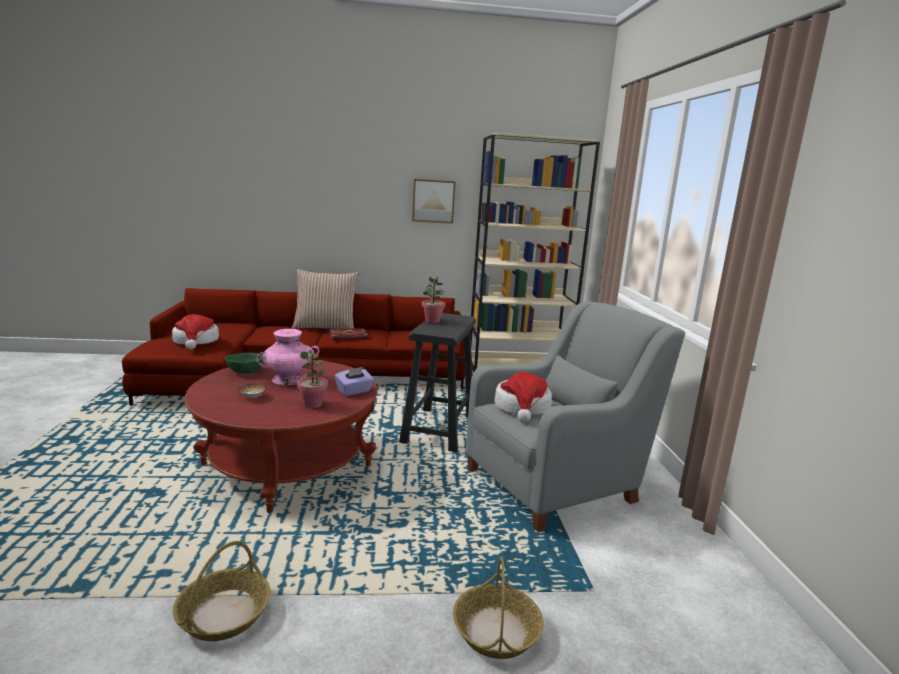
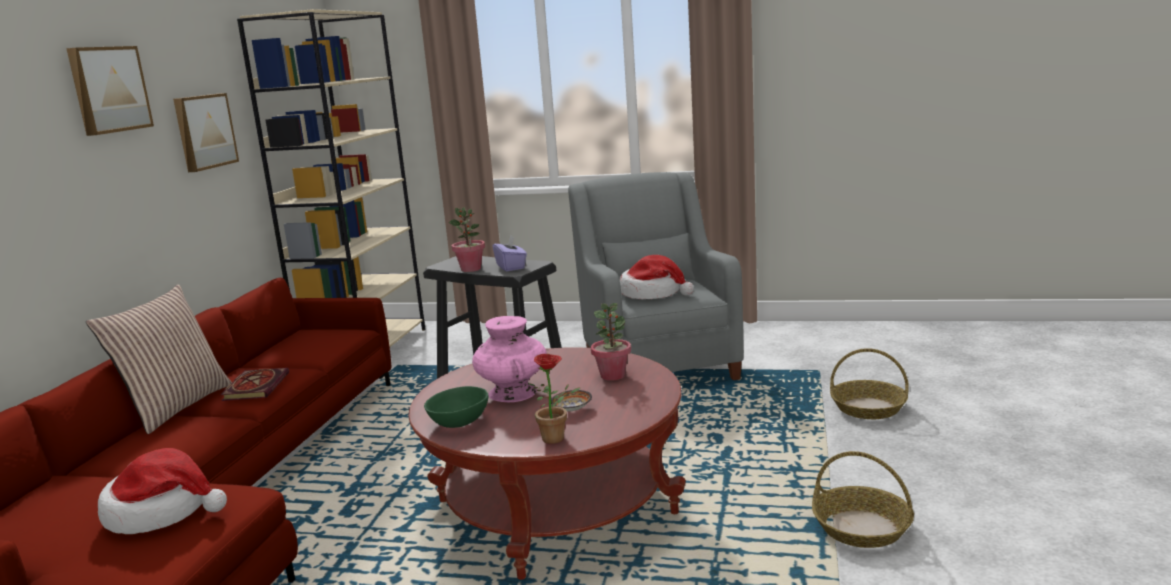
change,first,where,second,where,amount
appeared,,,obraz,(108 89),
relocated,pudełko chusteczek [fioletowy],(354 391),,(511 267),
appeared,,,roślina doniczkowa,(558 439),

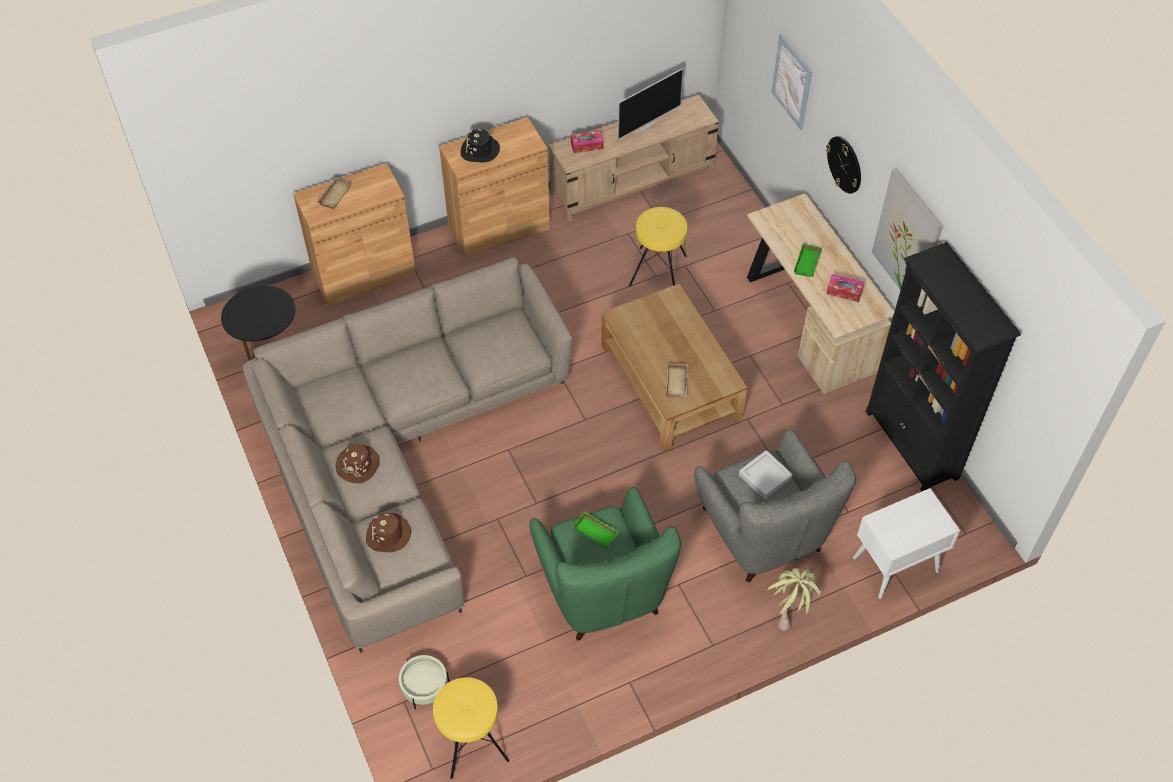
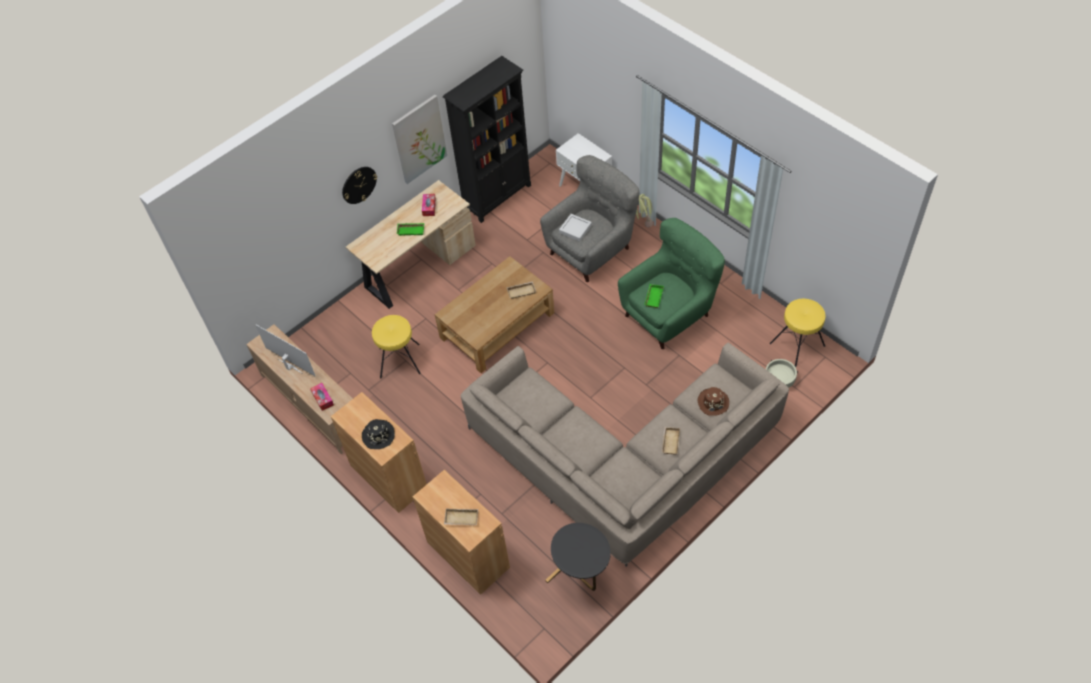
change,first,where,second,where,amount
exchanged,kapelusz [brązowy],(358 465),taca [beżowy],(670 441),
missing,obraz,(792 82),,,

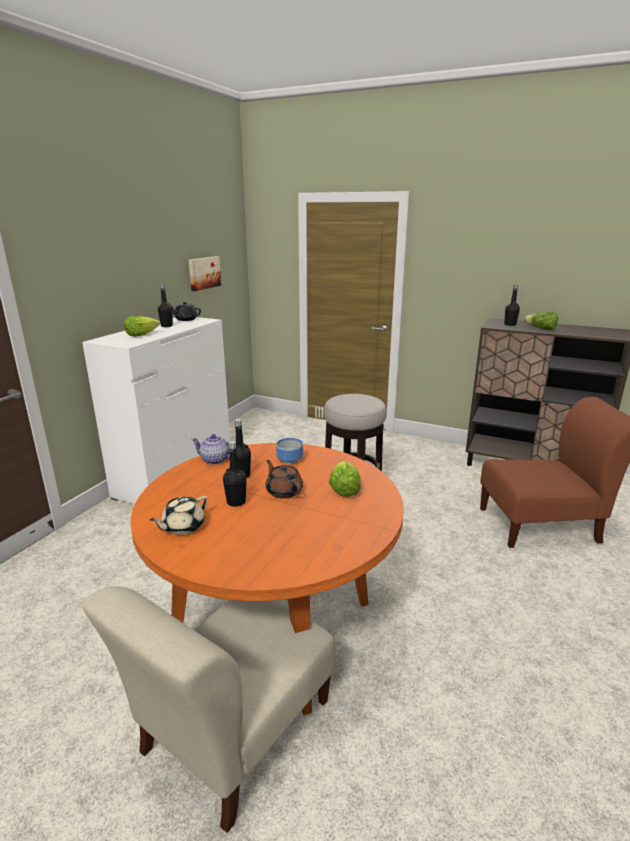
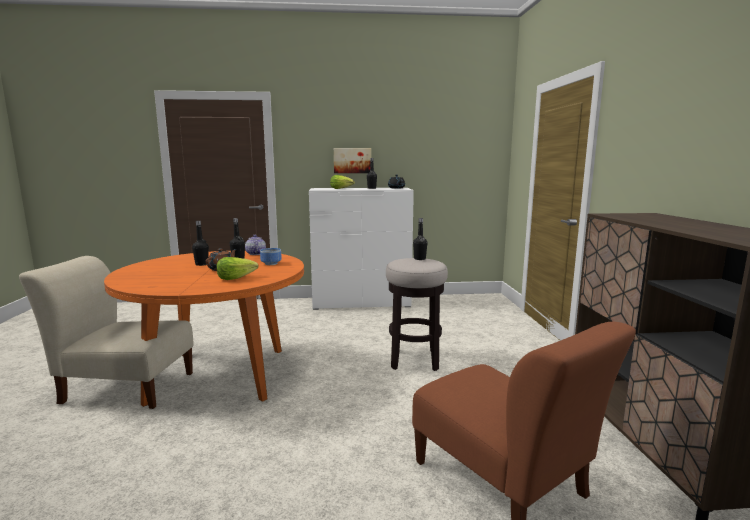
change,first,where,second,where,amount
relocated,obraz,(203 273),,(352 160),
relocated,butelka [czarny],(510 325),,(419 259),
missing,imbryk [beżowy],(183 527),,,
missing,sałata,(541 329),,,

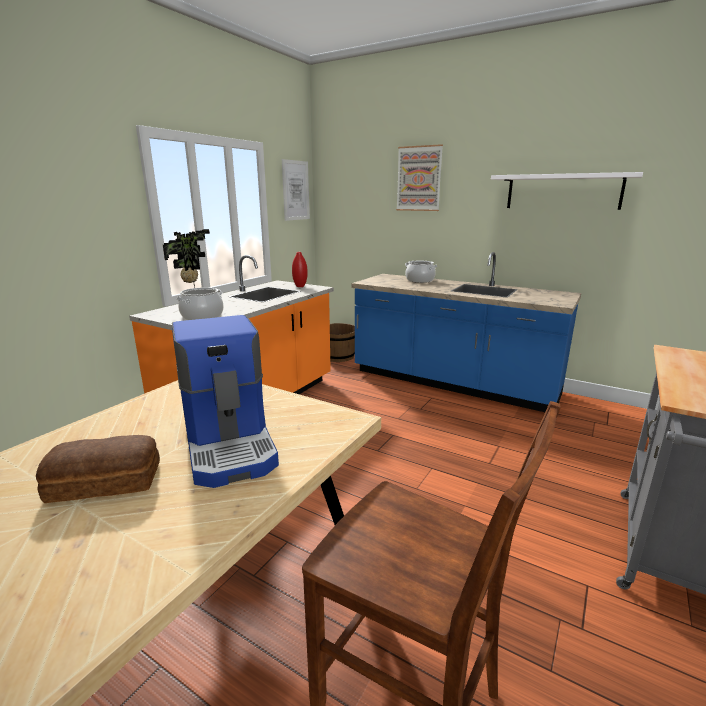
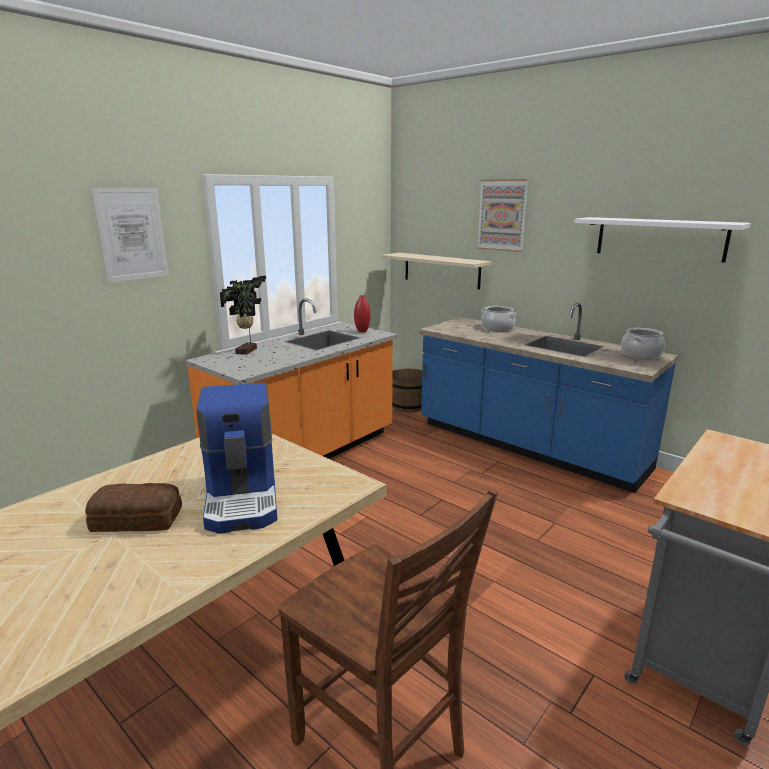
change,first,where,second,where,amount
relocated,obraz,(295 190),,(132 234),
appeared,,,półka [beżowy],(441 270),
relocated,garnek,(202 316),,(640 355),

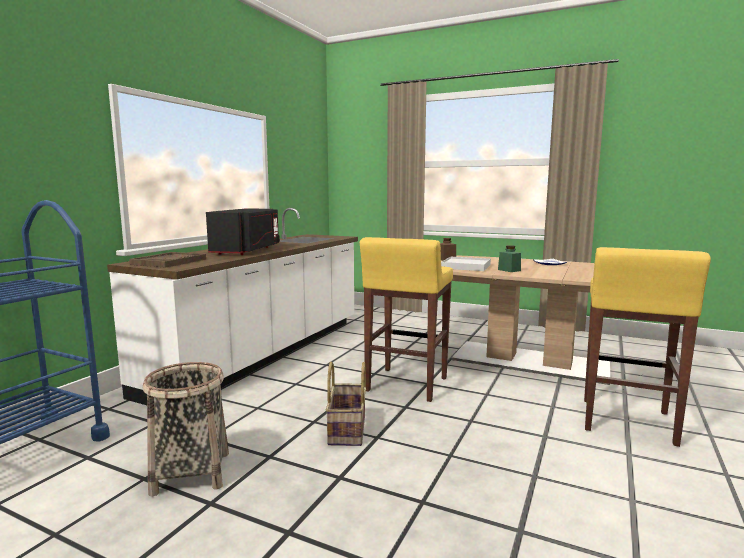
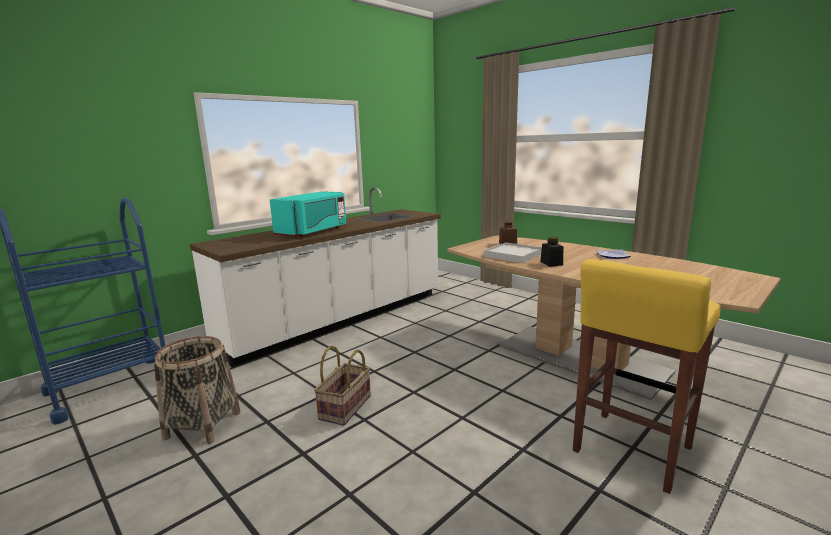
change,first,where,second,where,amount
colour,mikrofalówka [czarny],(247 251),mikrofalówka [turkusowy],(313 231),
colour,słoik [zielony],(509 270),słoik [czarny],(551 263),
missing,taca [brązowy],(169 261),,,
missing,stołek [żółty],(406 385),,,

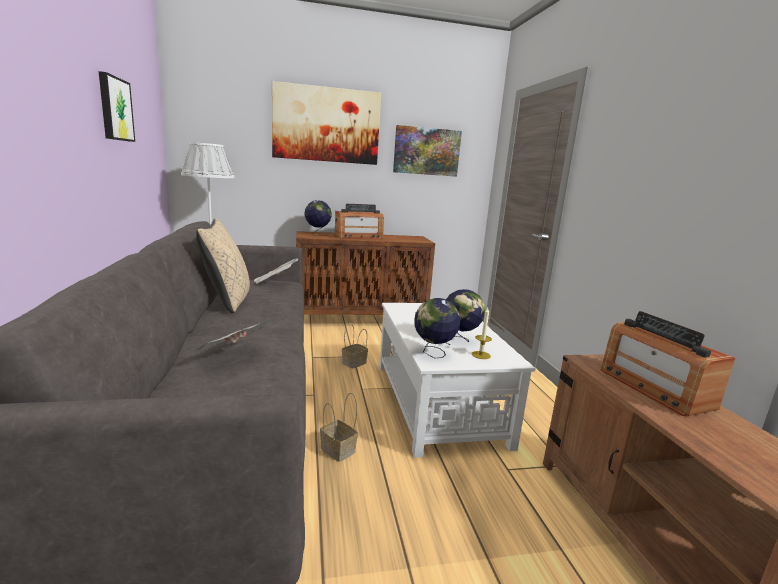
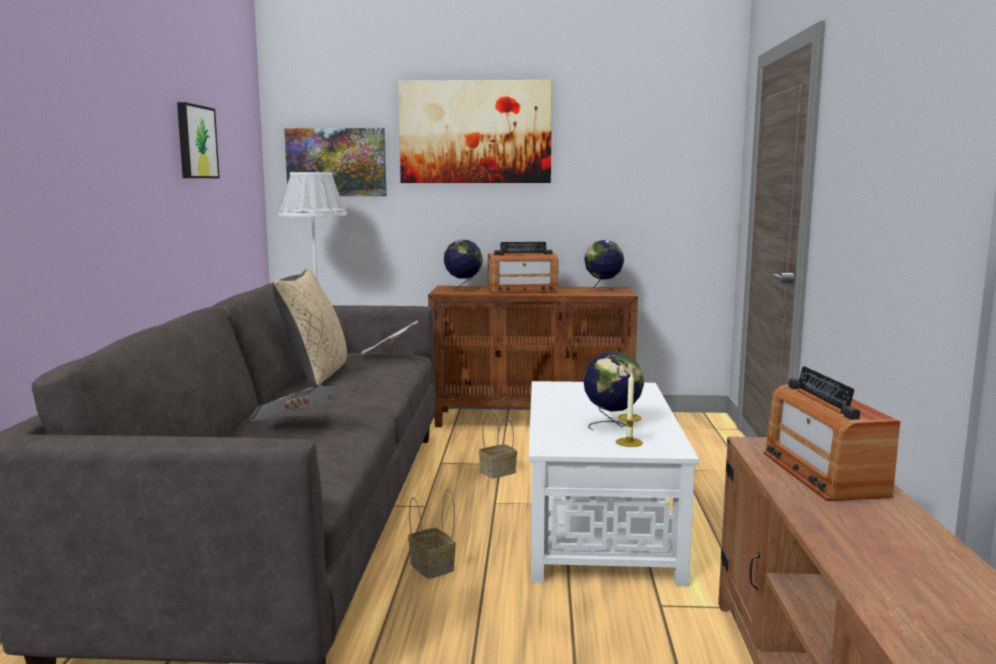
change,first,where,second,where,amount
relocated,obraz,(426 151),,(336 162),
relocated,globus,(433 354),,(603 290),

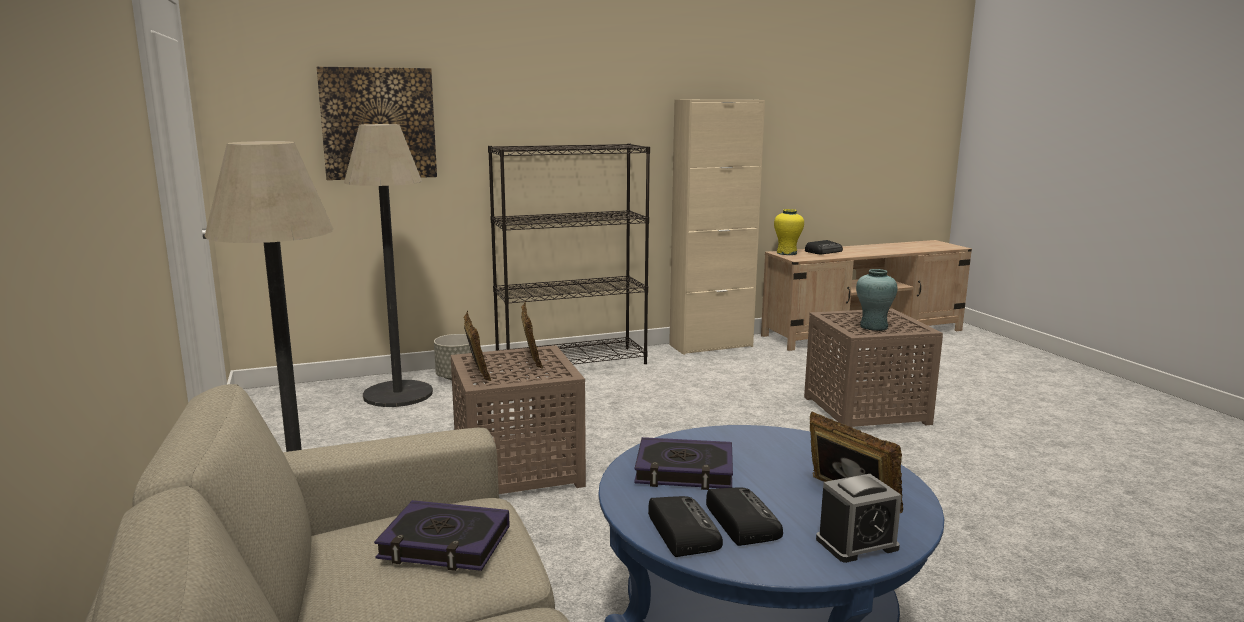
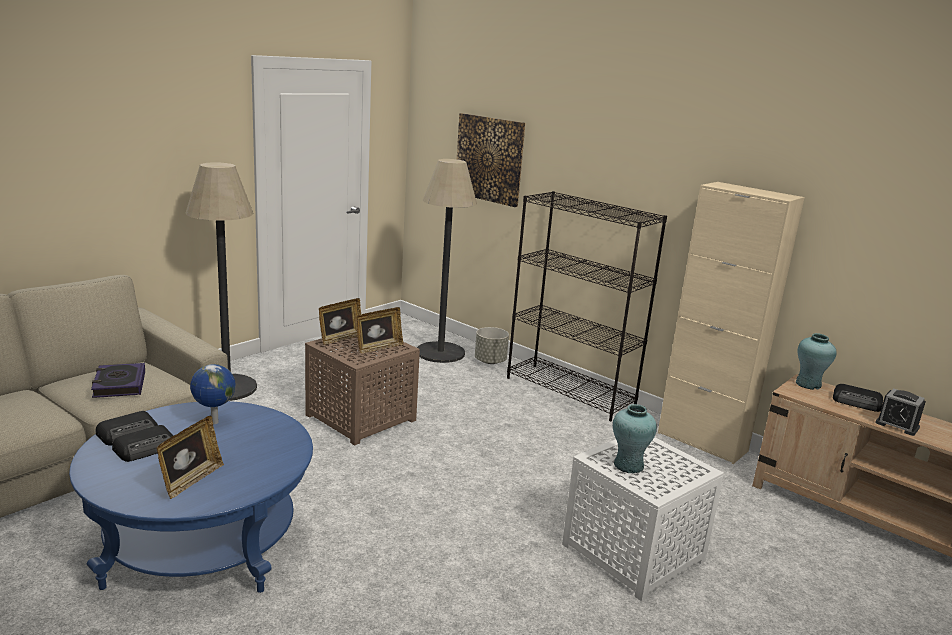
change,first,where,second,where,amount
exchanged,książka,(684 471),globus,(214 422),
colour,stolik [brązowy],(866 409),stolik [biały],(635 552),
colour,wazon [żółty],(786 253),wazon [turkusowy],(808 384),
relocated,budzik,(857 544),,(897 425),

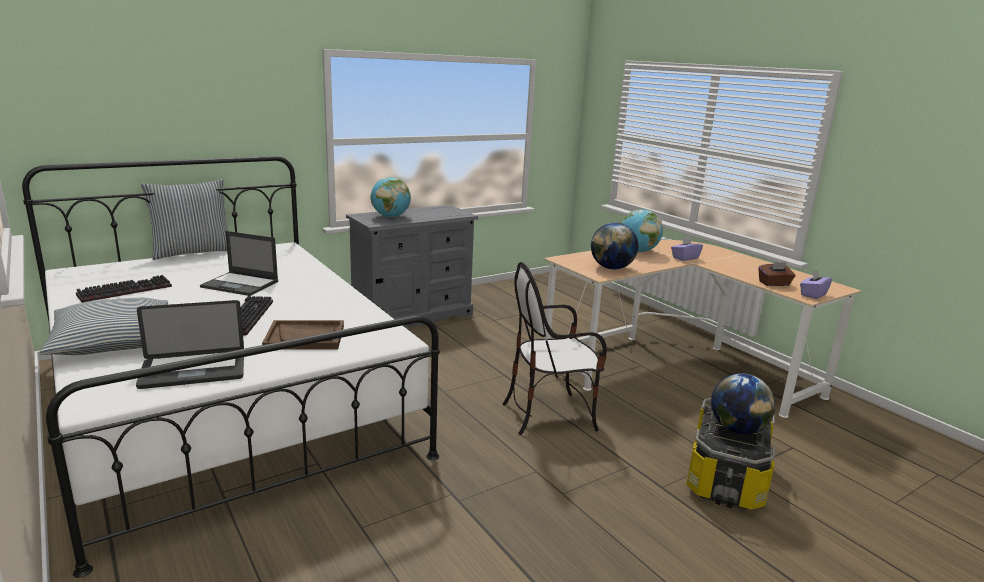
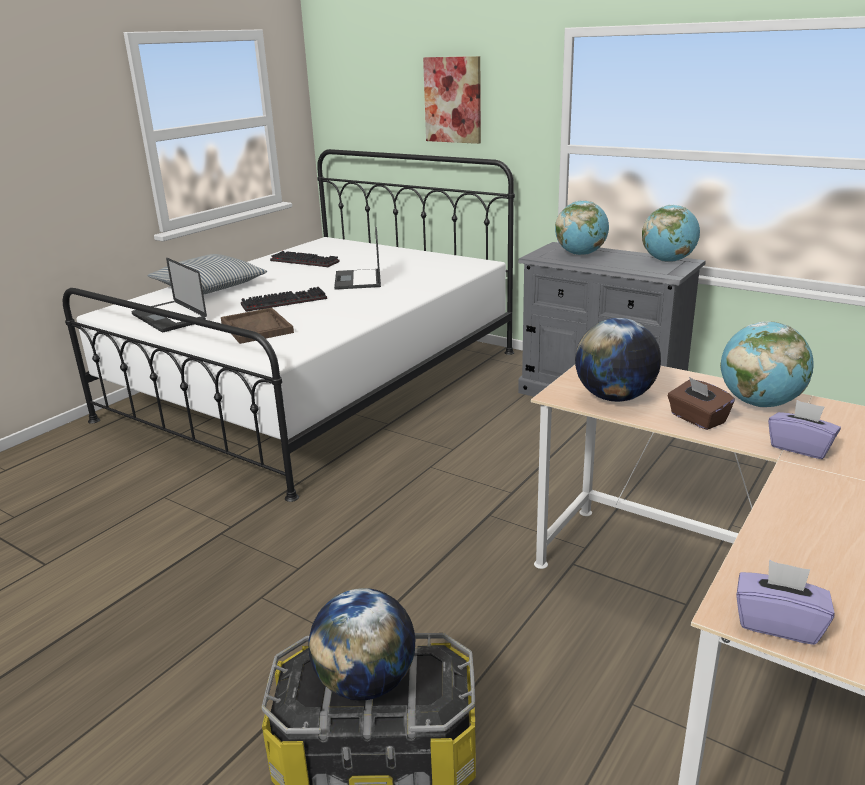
change,first,where,second,where,amount
appeared,,,obraz,(453 100),
appeared,,,globus,(668 261),
relocated,pudełko chusteczek [brązowy],(774 284),,(697 419),
missing,poduszka,(192 252),,,
missing,krzesło,(549 414),,,

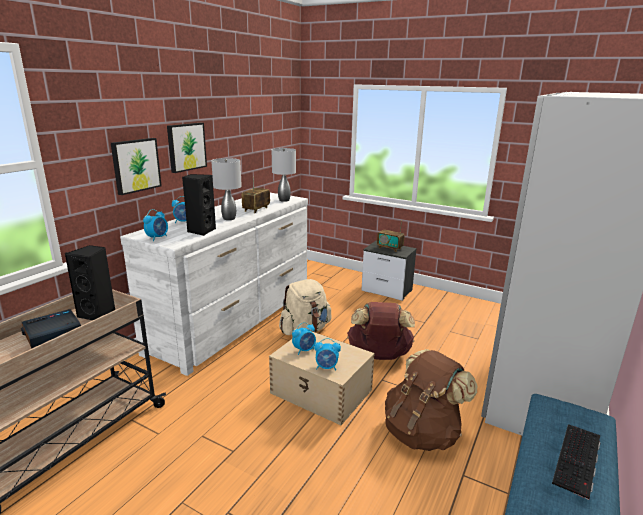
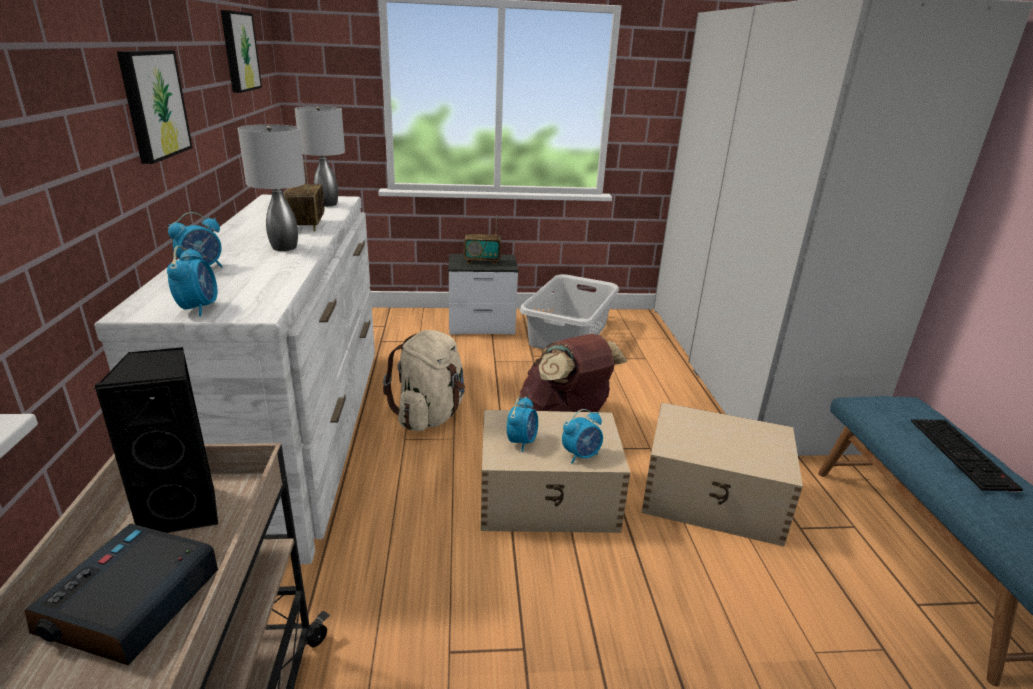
change,first,where,second,where,amount
relocated,obraz,(135 165),,(238 51),
appeared,,,kosz na pranie [szary],(569 334),
exchanged,plecak [brązowy],(422 433),pojemnik do przechowywania [beżowy],(713 497),
missing,głośnik [czarny],(201 231),,,

